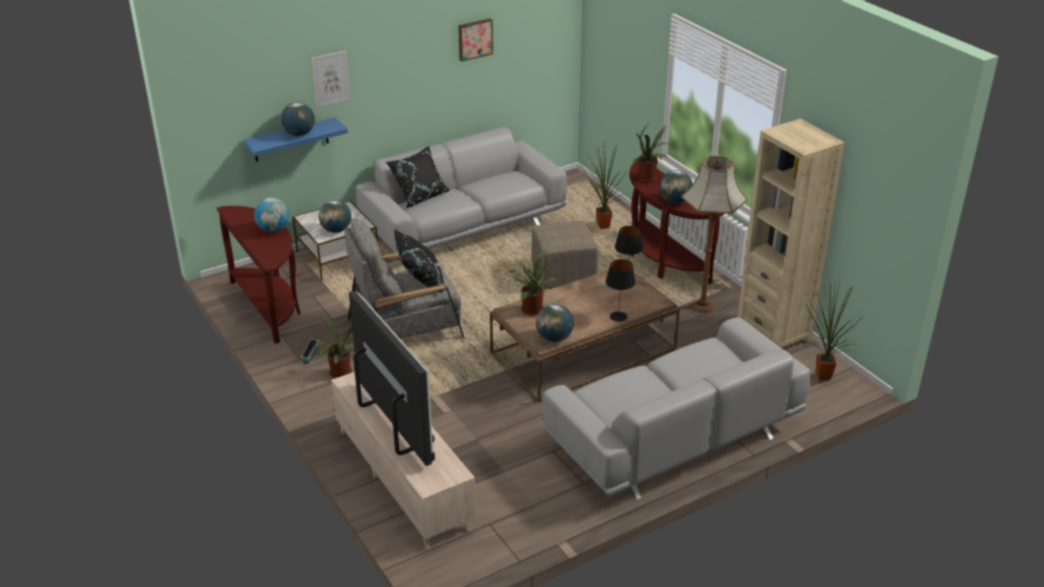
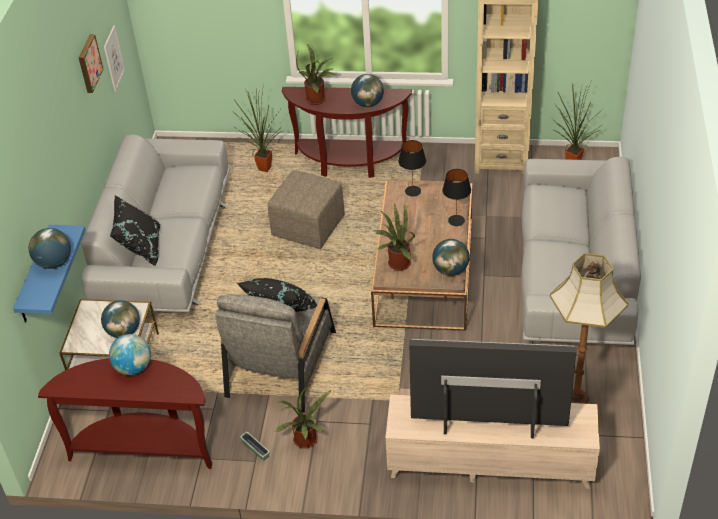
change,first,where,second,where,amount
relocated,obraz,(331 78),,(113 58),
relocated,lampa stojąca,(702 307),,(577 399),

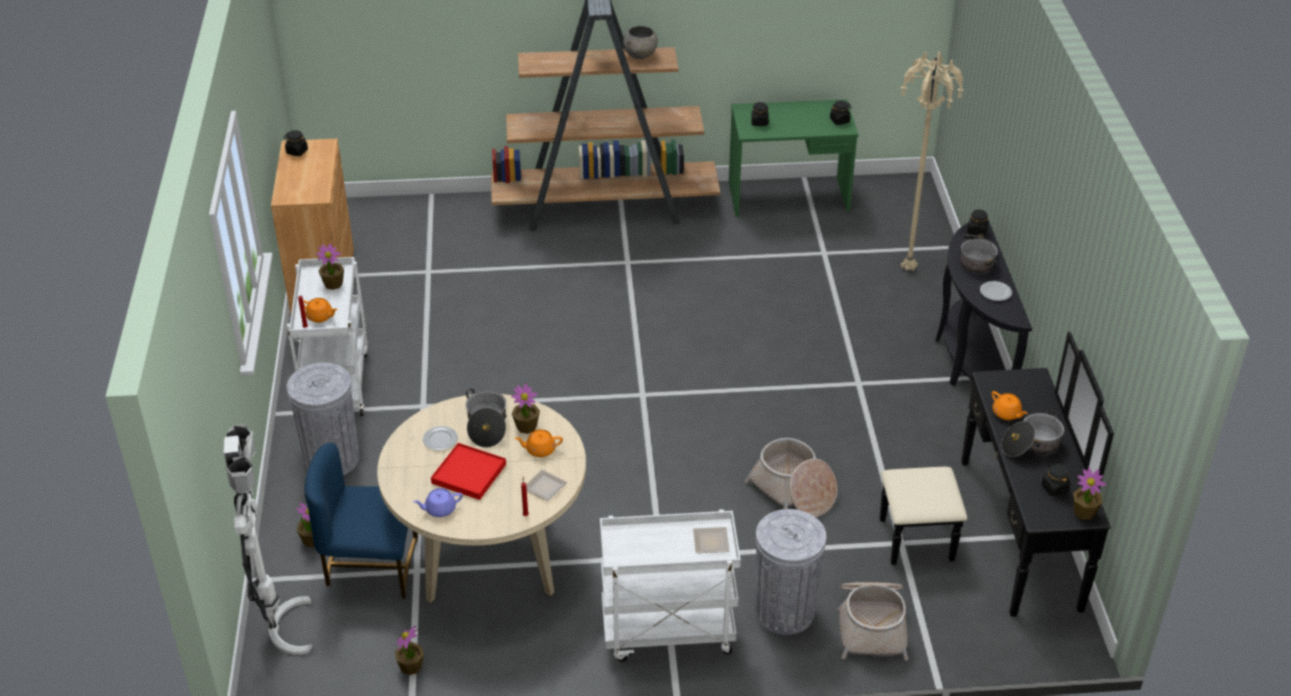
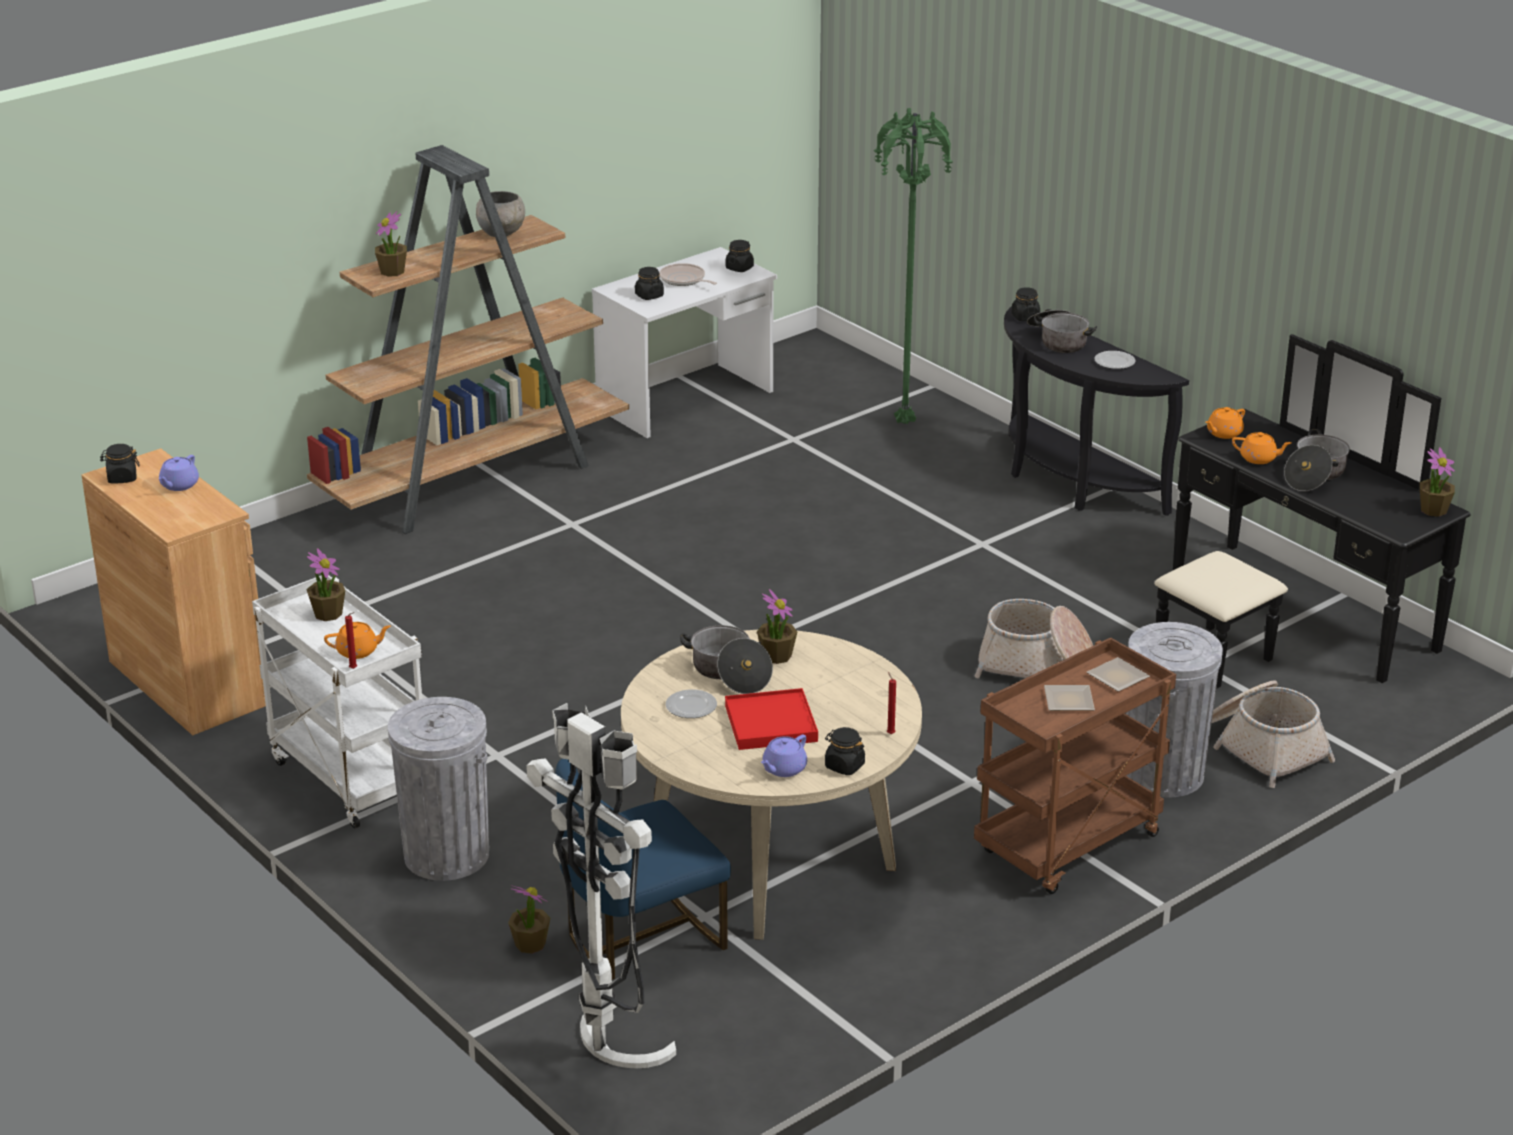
change,first,where,second,where,amount
appeared,,,imbryk [fioletowy],(179 485),
relocated,roślina doniczkowa,(411 667),,(392 271),
colour,biurko [zielony],(788 197),biurko [biały],(686 400),
appeared,,,patelnia,(684 280),
relocated,słoik [czarny],(1054 488),,(844 766),
colour,lampa stojąca [beżowy],(908 270),lampa stojąca [zielony],(905 424),
colour,wózek [biały],(667 633),wózek [brązowy],(1068 847),
relocated,talerz,(545 488),,(1070 702),
relocated,imbryk [pomarańczowy],(540 450),,(1223 433),

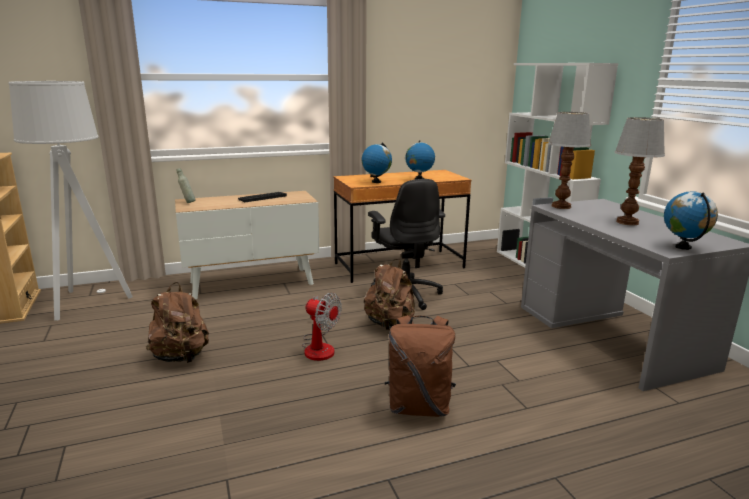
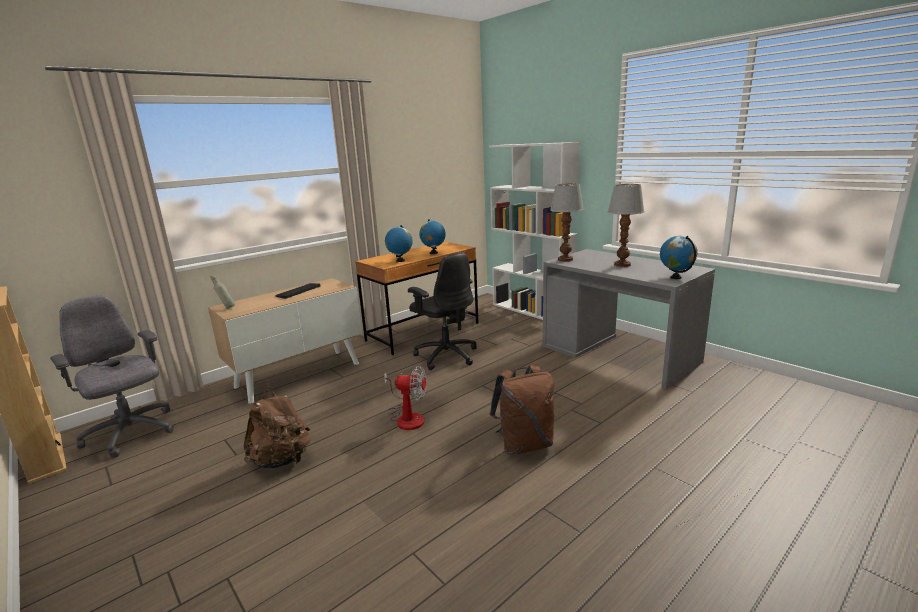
change,first,where,second,where,amount
exchanged,lampa stojąca [szary],(87 302),krzesło biurowe [szary],(131 433),
missing,plecak [brązowy],(389 324),,,

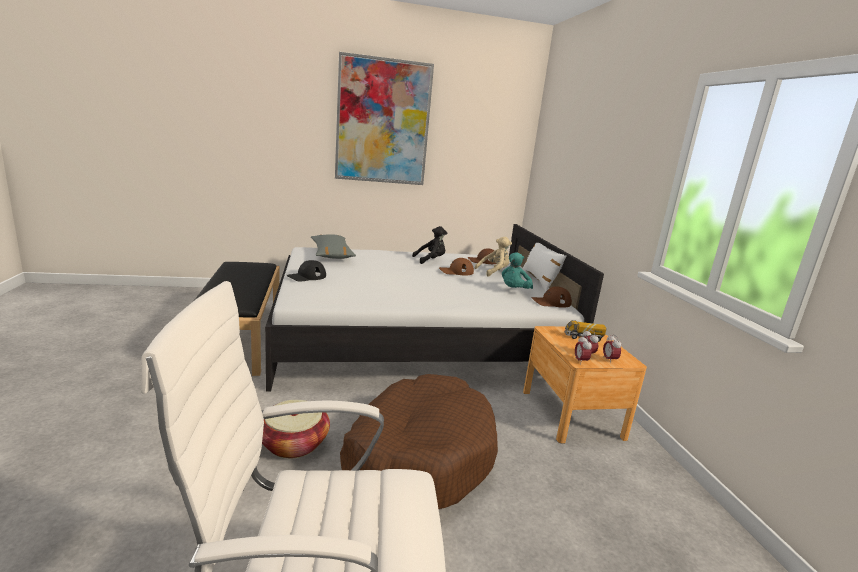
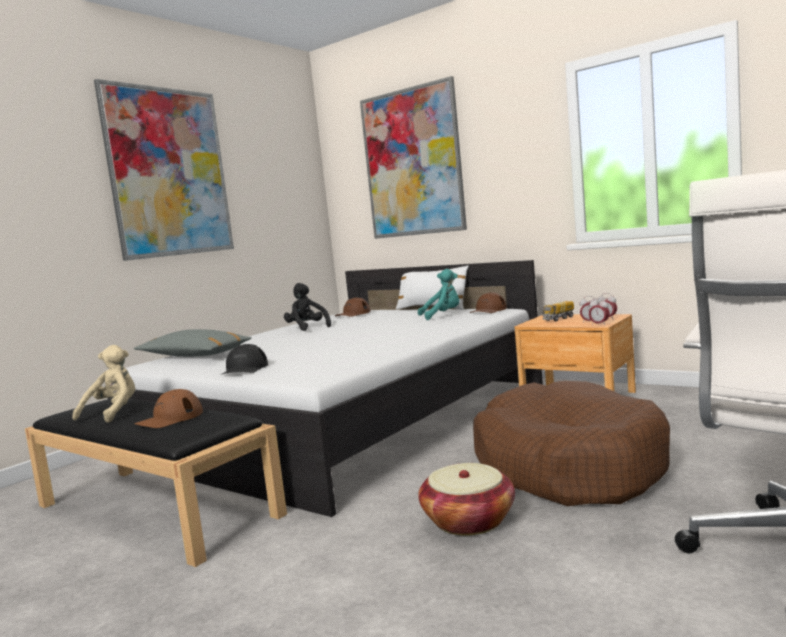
change,first,where,second,where,amount
relocated,pluszak [beżowy],(494 272),,(113 413),
relocated,czapka z daszkiem [brązowy],(456 271),,(170 419),
spun,pluszak [czarny],(430 260),,(307 328),60 degrees counterclockwise
appeared,,,obraz,(412 163),
spun,pluszak [turkusowy],(514 291),,(442 316),90 degrees counterclockwise

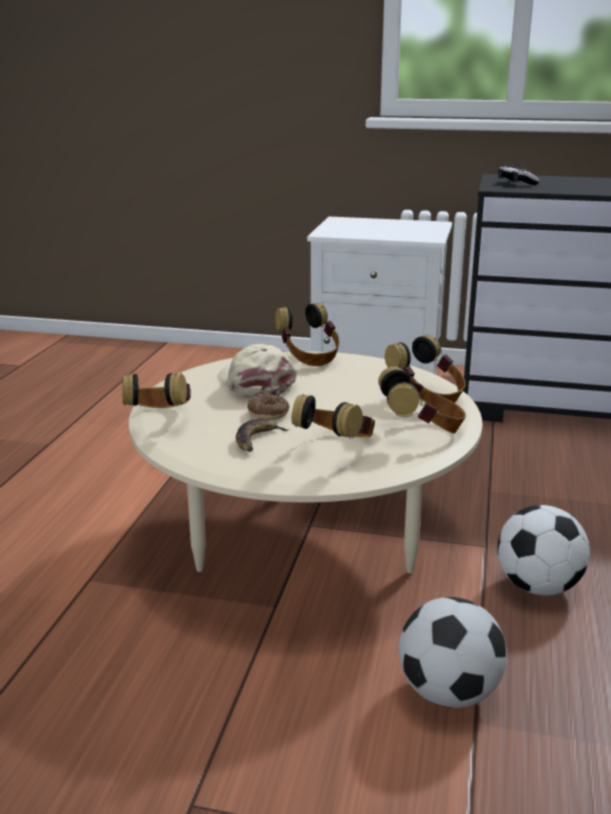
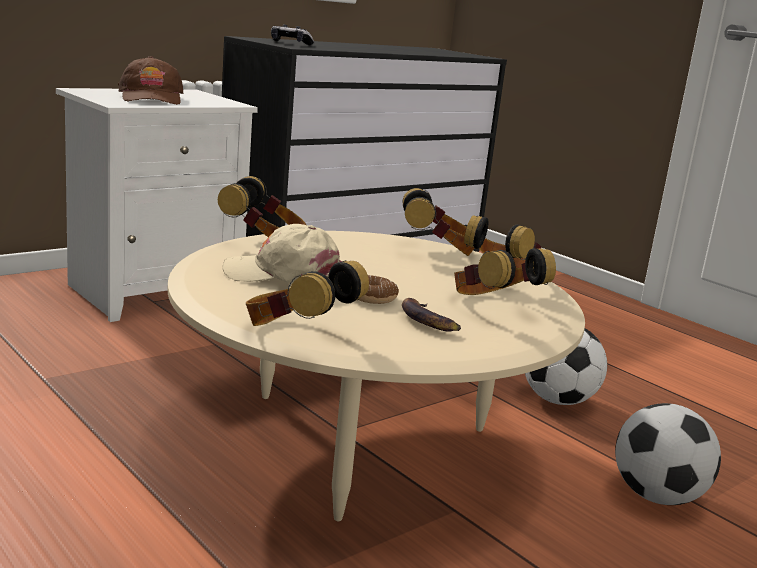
change,first,where,second,where,amount
appeared,,,czapka z daszkiem [brązowy],(151 98),

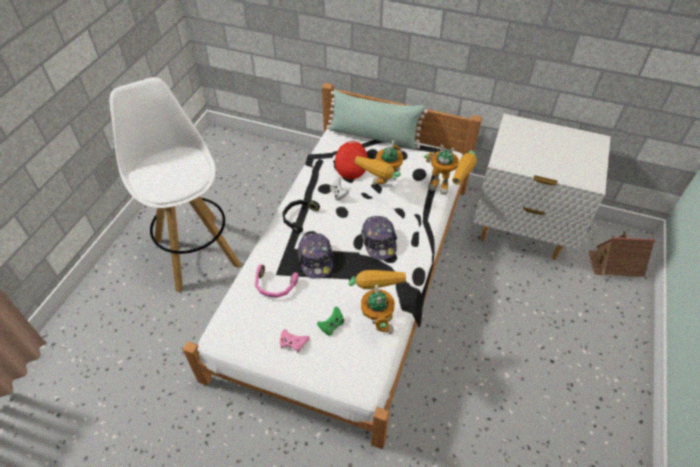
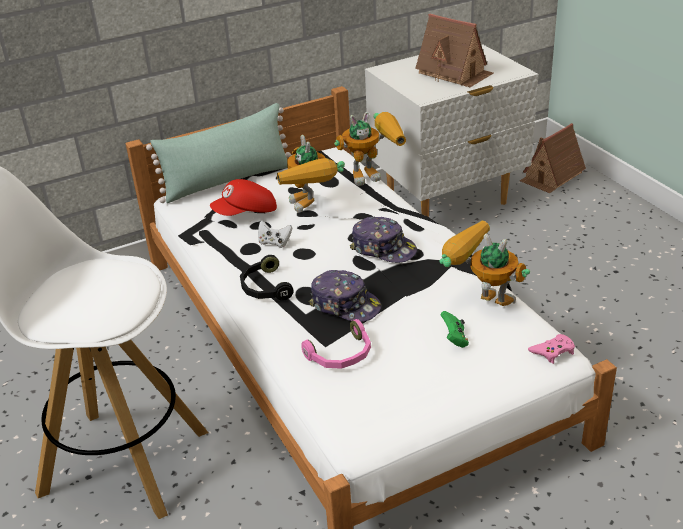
change,first,where,second,where,amount
spun,czapka z daszkiem [czerwony],(351 165),,(246 213),75 degrees counterclockwise
appeared,,,domek,(454 73),
relocated,pad do gier [różowy],(293 342),,(553 351),

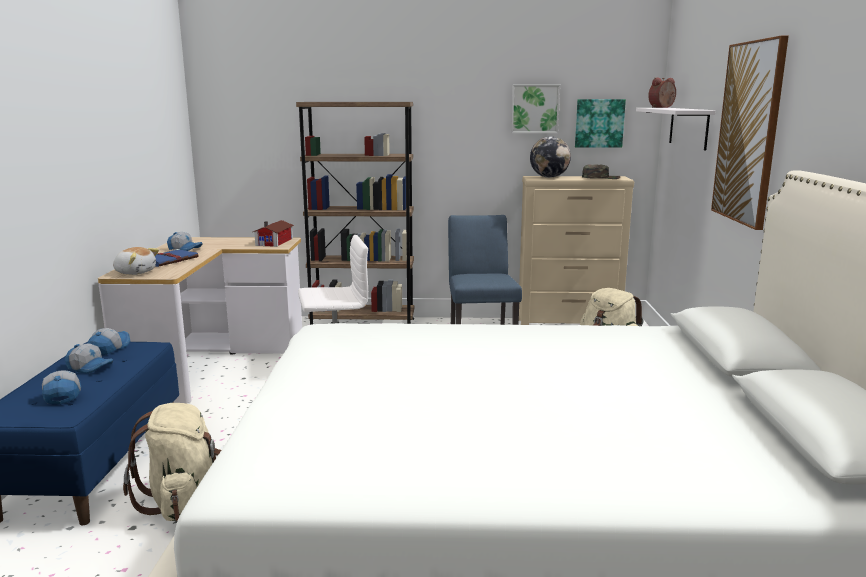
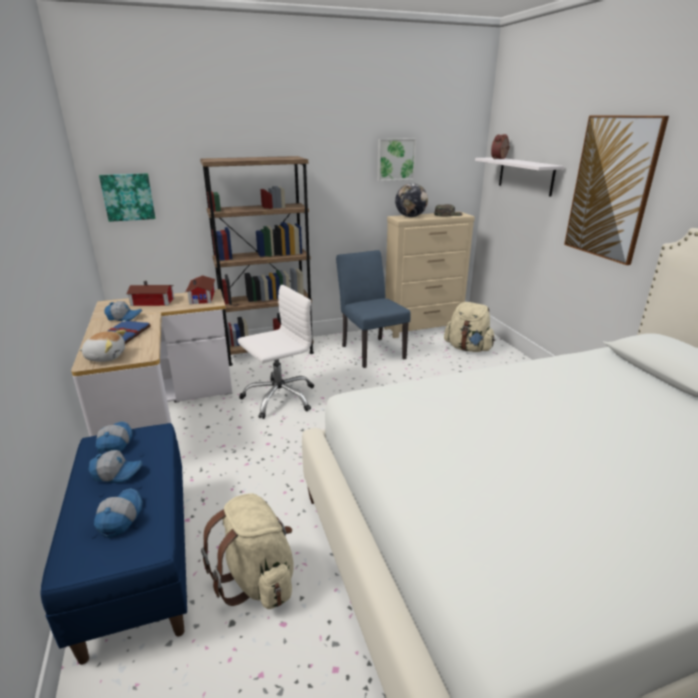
change,first,where,second,where,amount
spun,czapka z daszkiem,(62 394),,(119 518),45 degrees clockwise
relocated,obraz,(599 123),,(128 197),
appeared,,,domek,(153 302),

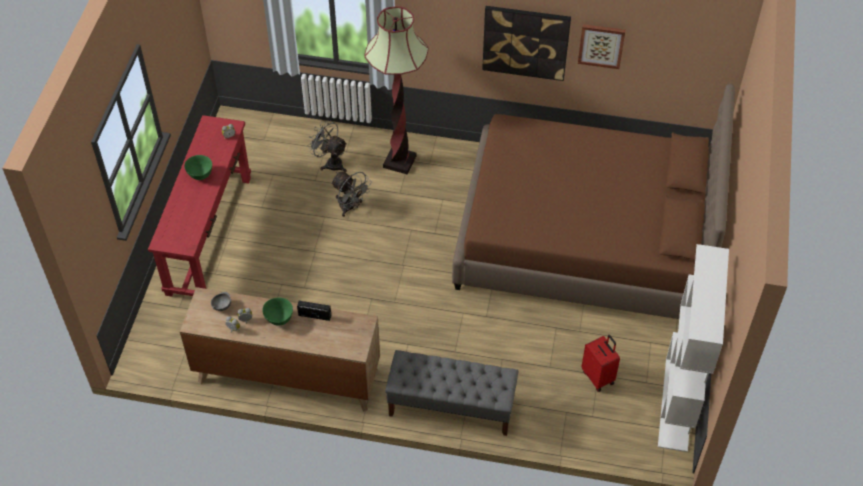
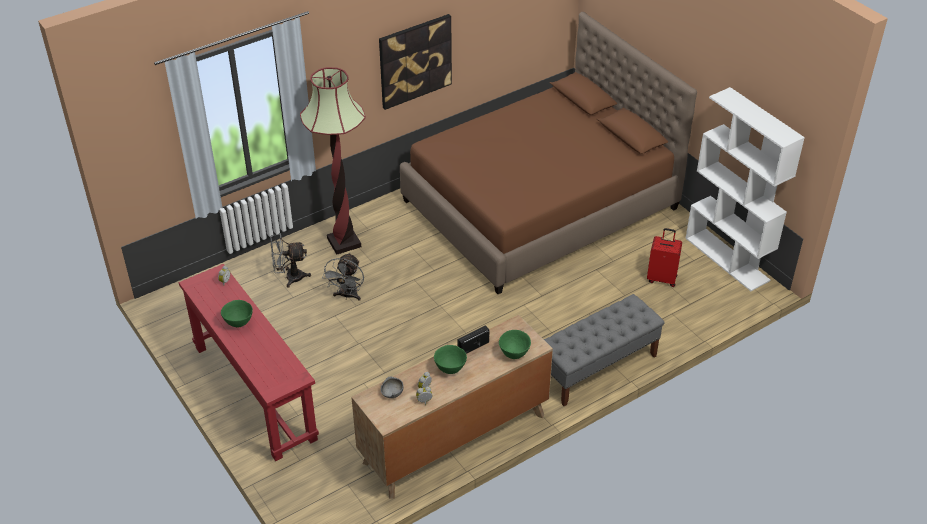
change,first,where,second,where,amount
spun,wentylator [szary],(350 207),,(347 296),105 degrees clockwise
appeared,,,miska [zielony],(514 354),
missing,obraz,(601 45),,,

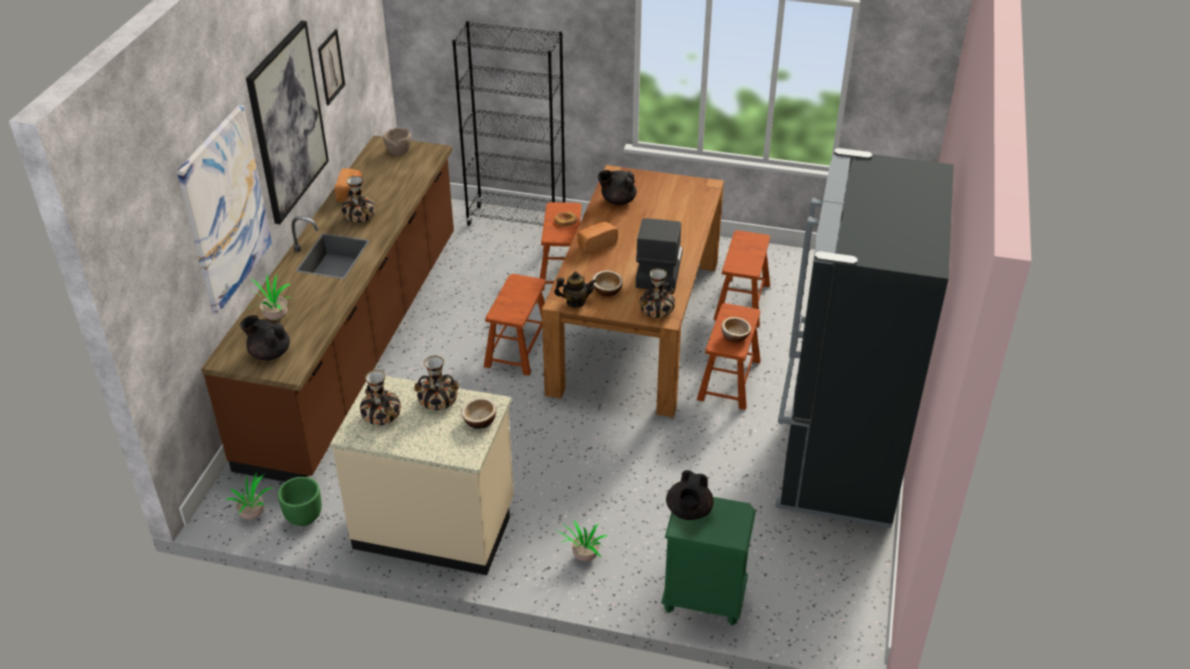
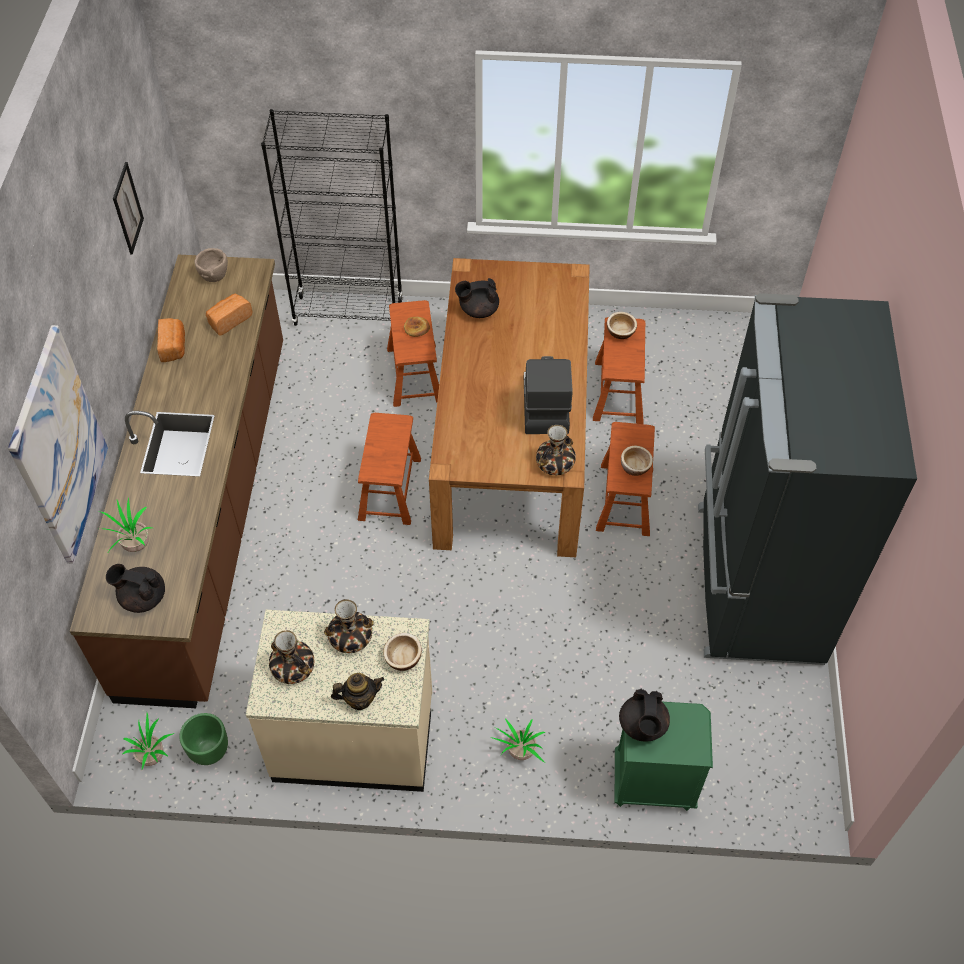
change,first,where,second,where,amount
relocated,chleb,(596 244),,(229 320),
relocated,imbryk,(575 302),,(359 699),
relocated,miska,(607 291),,(620 332),
missing,obraz,(287 122),,,
missing,wazon,(359 216),,,

